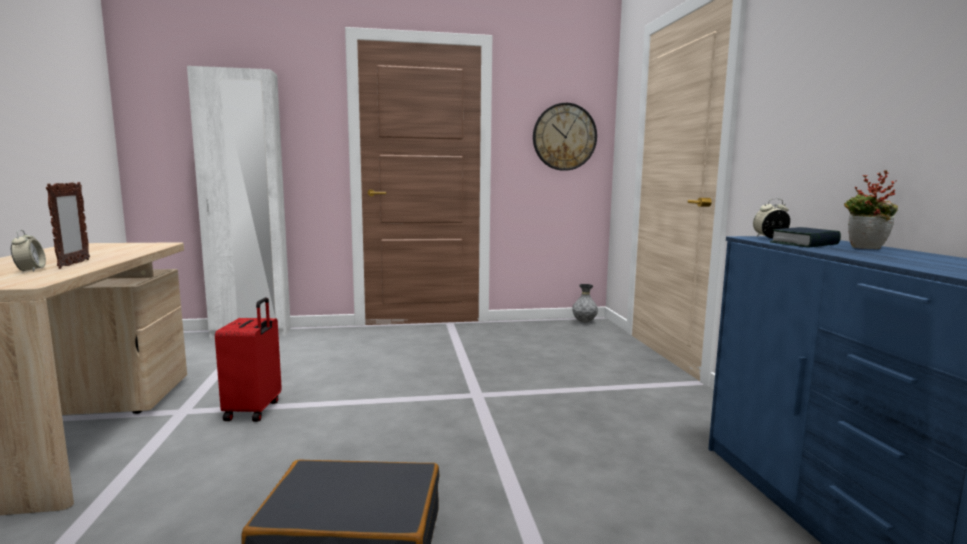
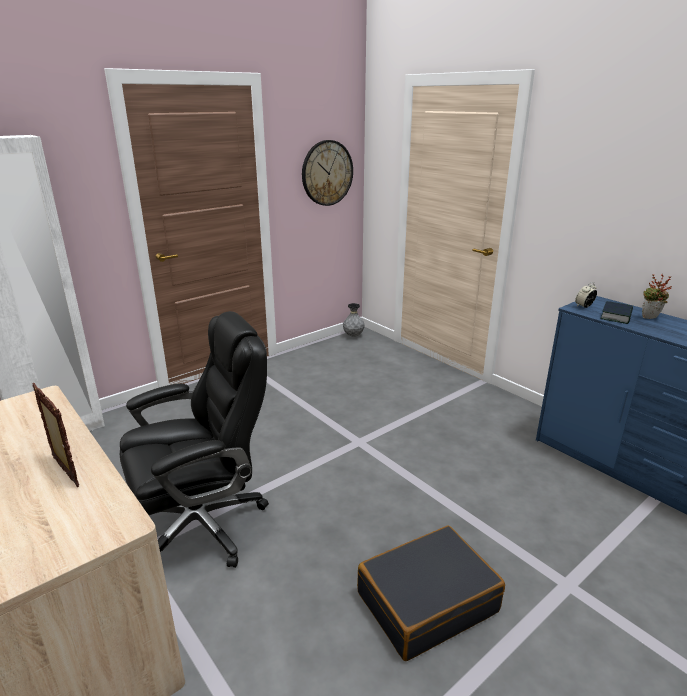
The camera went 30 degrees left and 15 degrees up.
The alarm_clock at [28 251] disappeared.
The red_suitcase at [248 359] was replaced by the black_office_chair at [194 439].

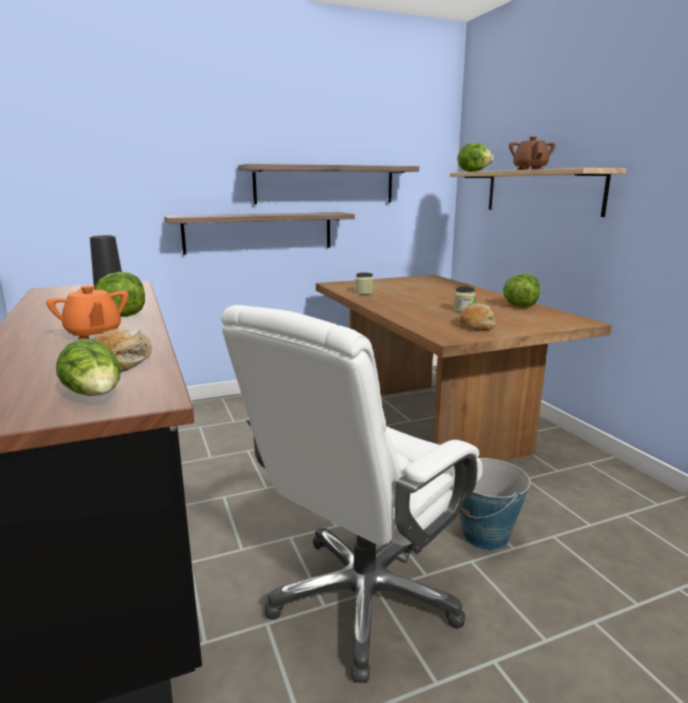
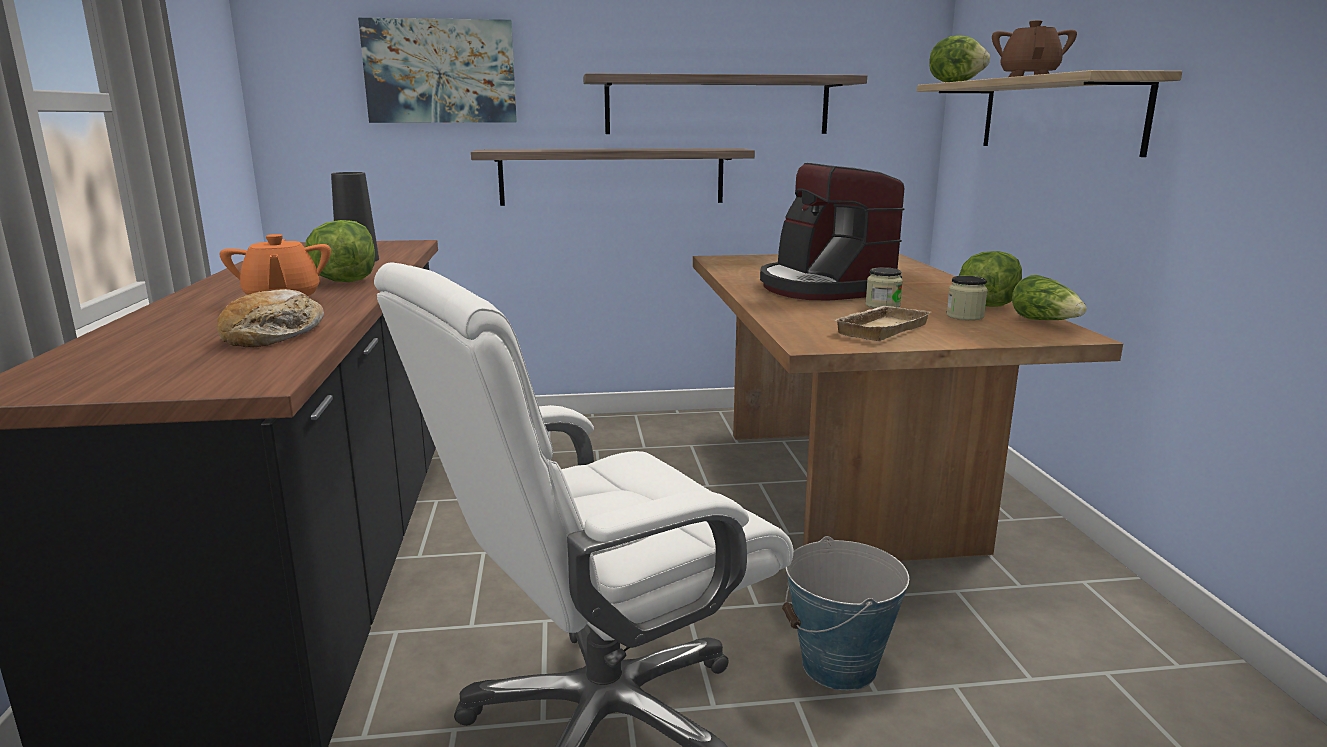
The camera went 15 degrees right and 0 degrees up.
The jar moved from [364 283] to [967 298].
The bread at [478 317] was replaced by the beige_tray at [882 323].
The lettuce moved from [88 367] to [1049 297].
The picture at [437 70] appeared.
The coffee_machine at [832 232] appeared.

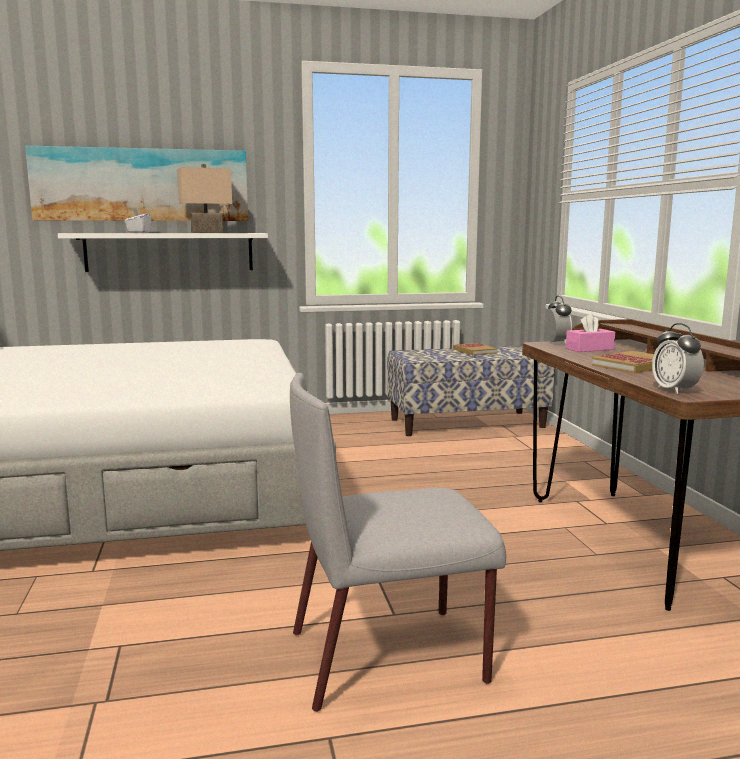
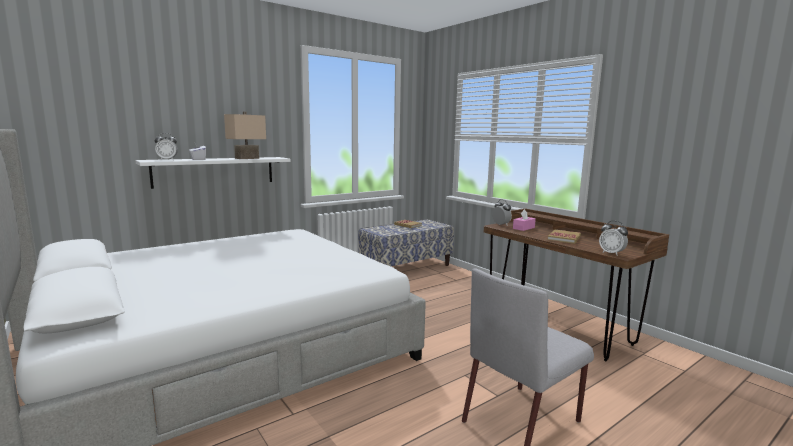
The camera went 25 degrees left and 0 degrees up.
The picture at [136 183] disappeared.
The alarm_clock at [166 146] appeared.

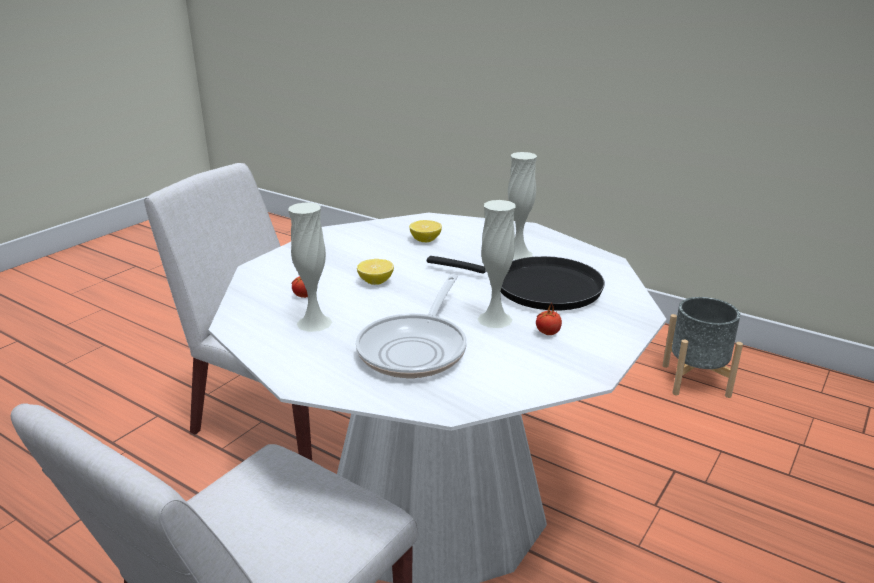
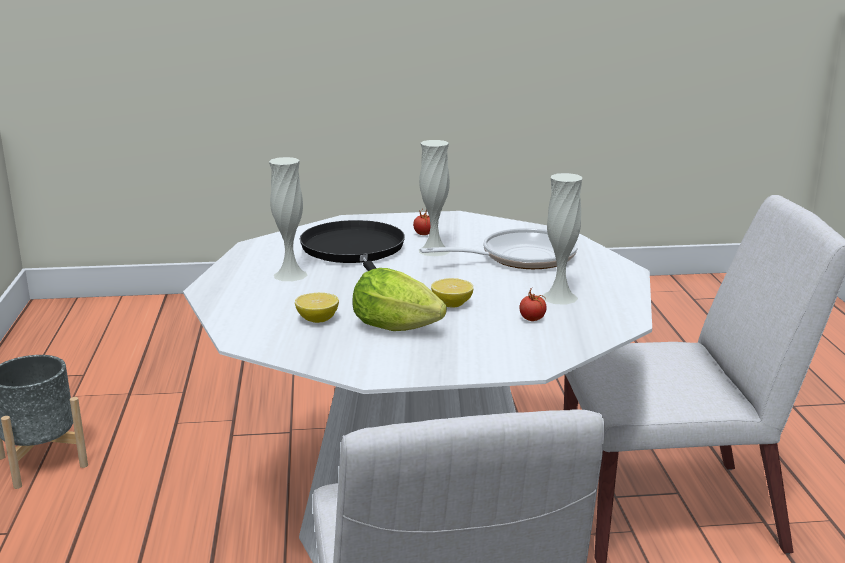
The camera went 130 degrees left and 5 degrees down.
The lettuce at [400 299] appeared.

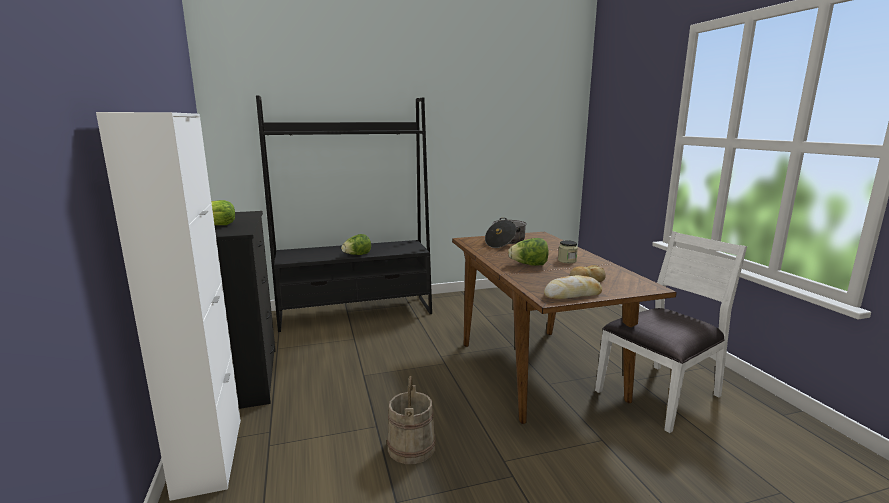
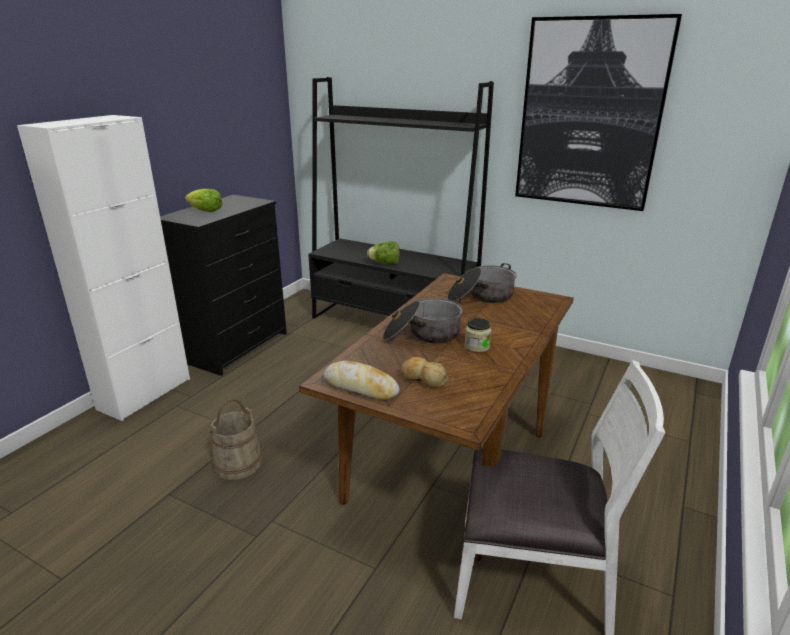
The camera went 45 degrees right and 10 degrees up.
The lettuce at [528 252] was replaced by the cooking_pot at [423 319].
The picture at [598 112] appeared.

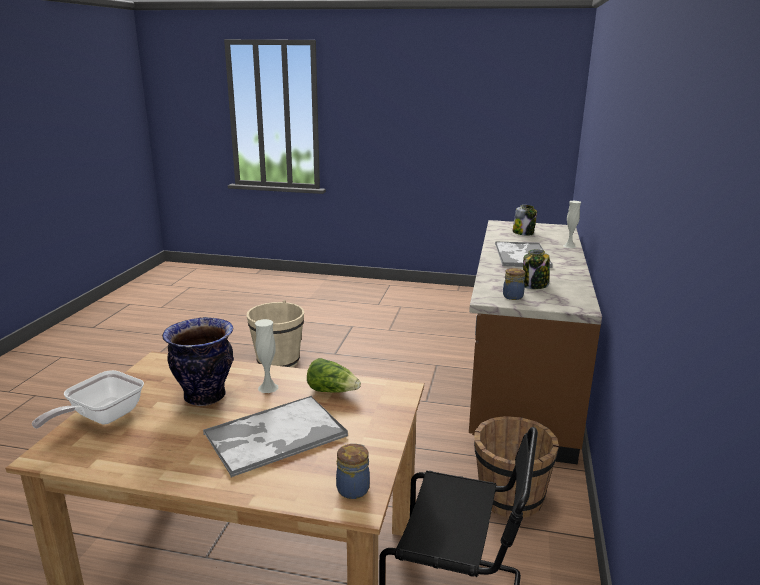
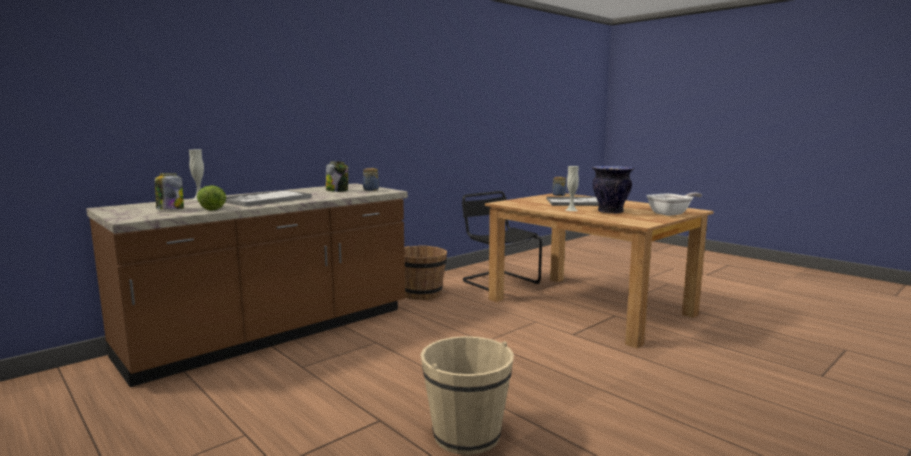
The camera went 145 degrees left and 10 degrees down.
The lettuce moved from [334 375] to [211 198].

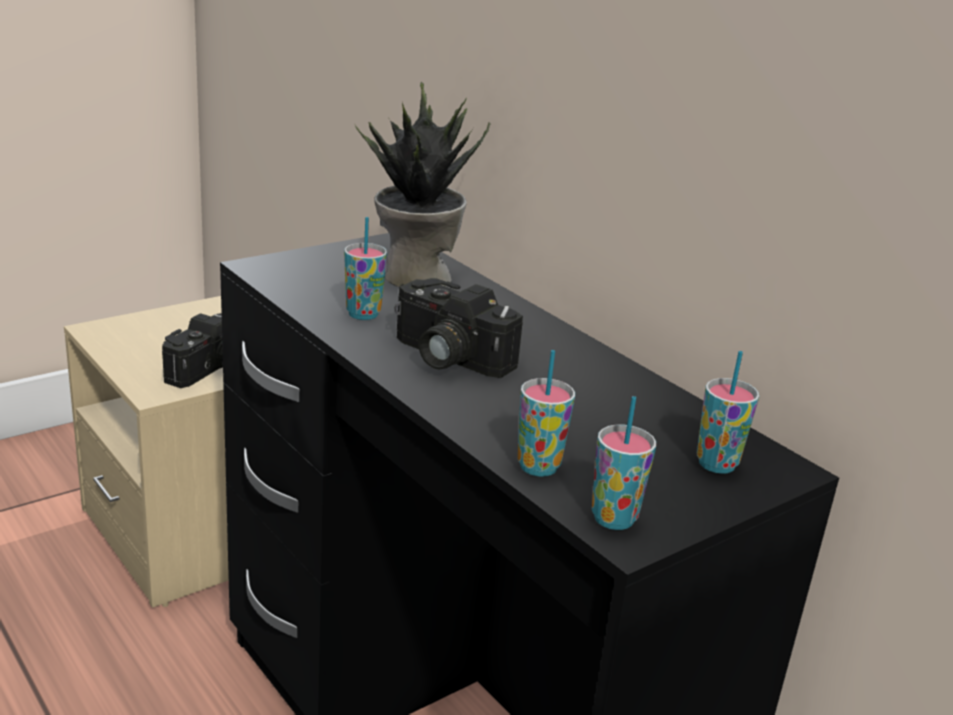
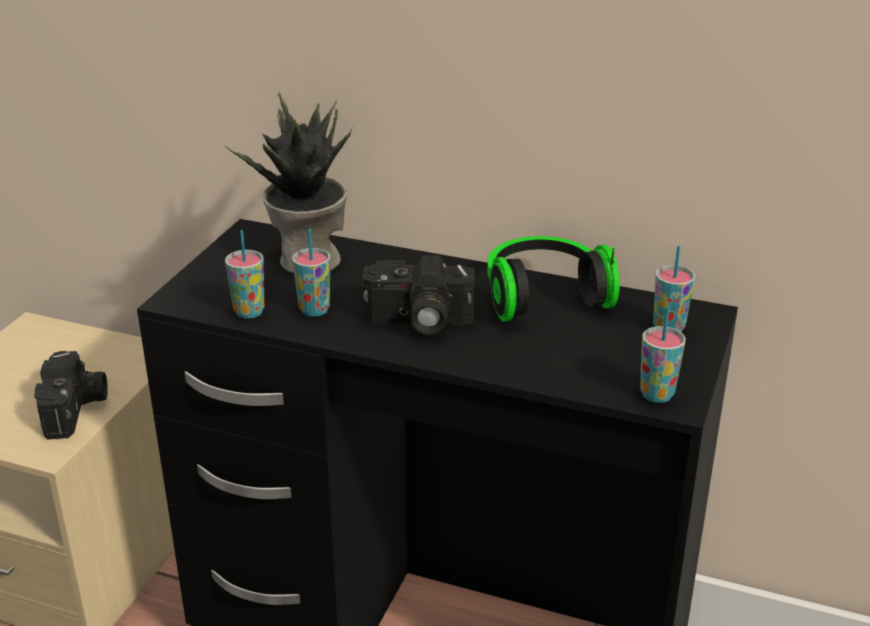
The camera went 30 degrees left and 5 degrees up.
The cup moved from [546 413] to [244 274].
The headphones at [553 279] appeared.

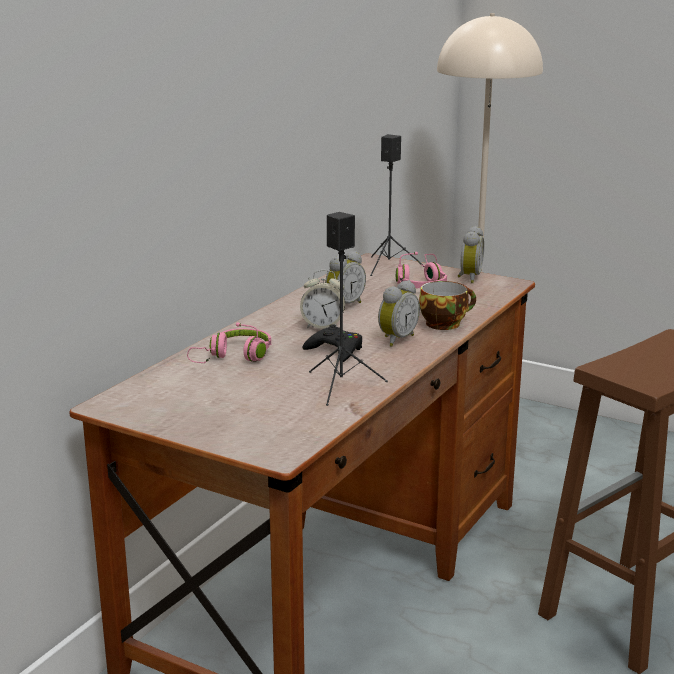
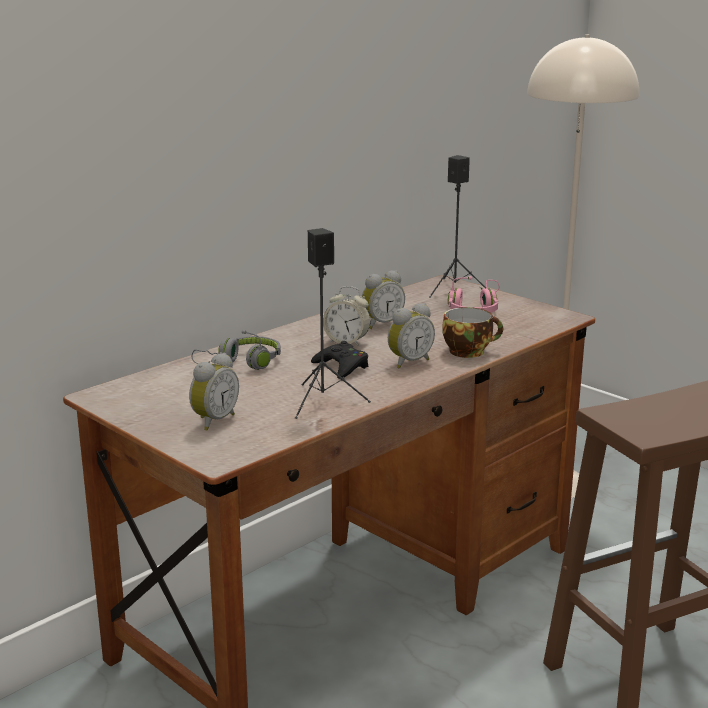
The camera went 15 degrees right and 0 degrees up.
The alarm_clock moved from [471 254] to [214 392].
The pink_headphones at [229 343] became the grey_headphones at [236 350].

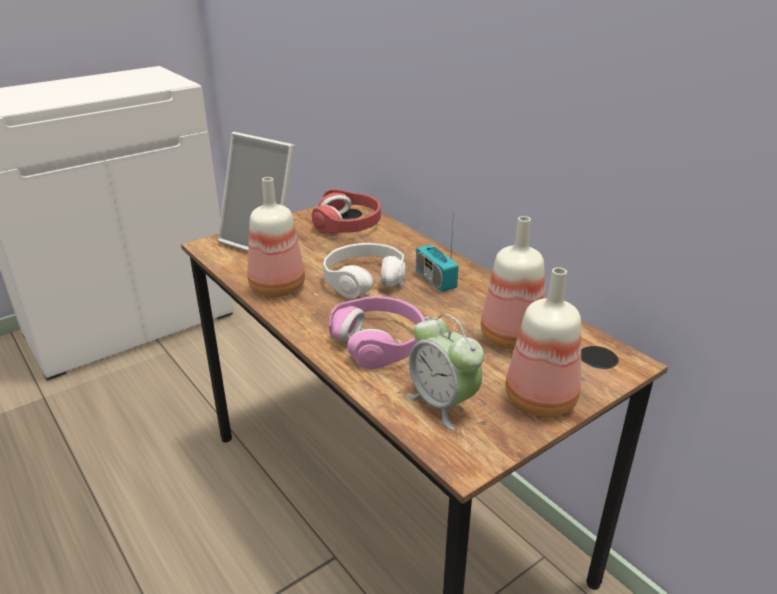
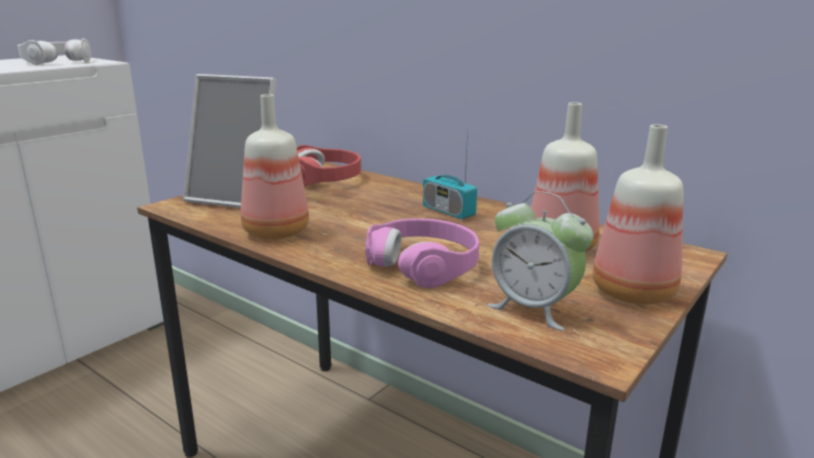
The camera went 15 degrees left and 10 degrees down.
The white_headphones moved from [364 271] to [54 51].

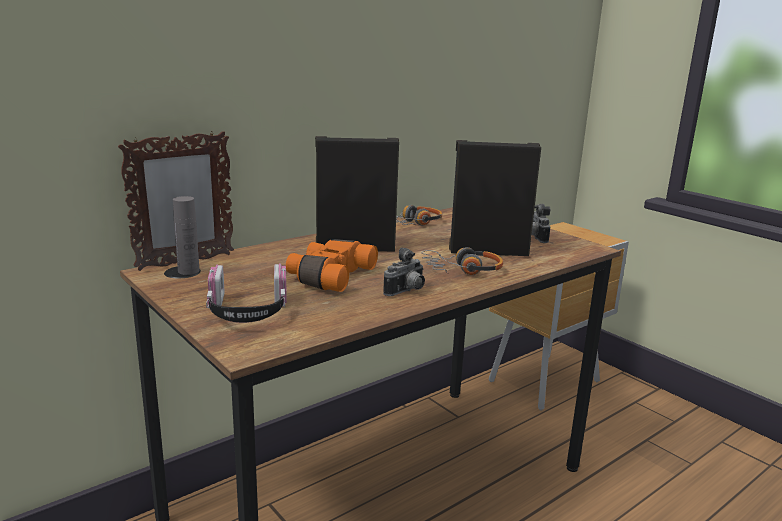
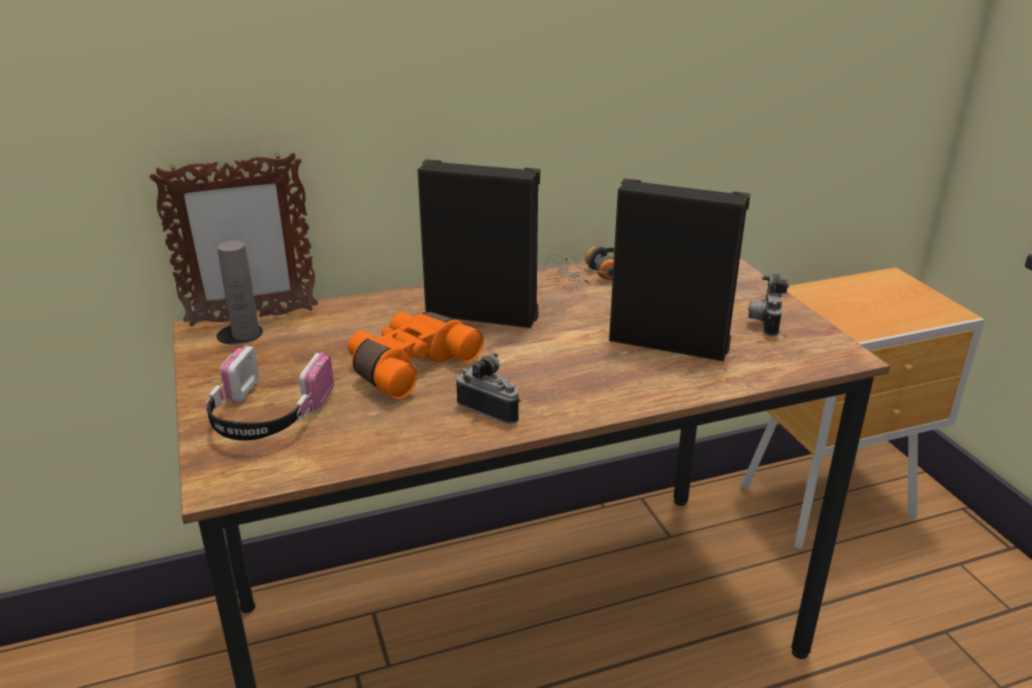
The camera went 20 degrees right and 10 degrees up.
The headphones at [462 261] disappeared.
The photo_camera at [404 272] turned 120 degrees counterclockwise.

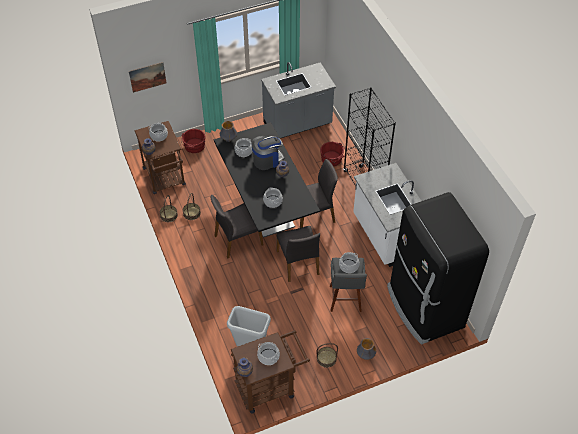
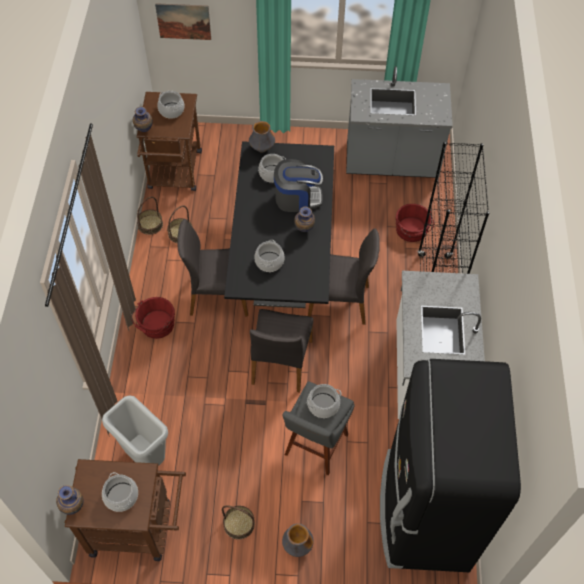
The camera went 25 degrees right and 5 degrees up.
The red_bucket moved from [193 141] to [153 318].

